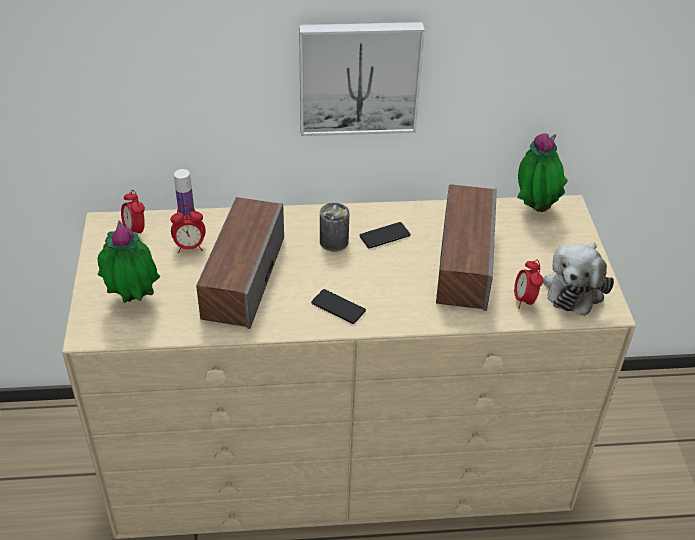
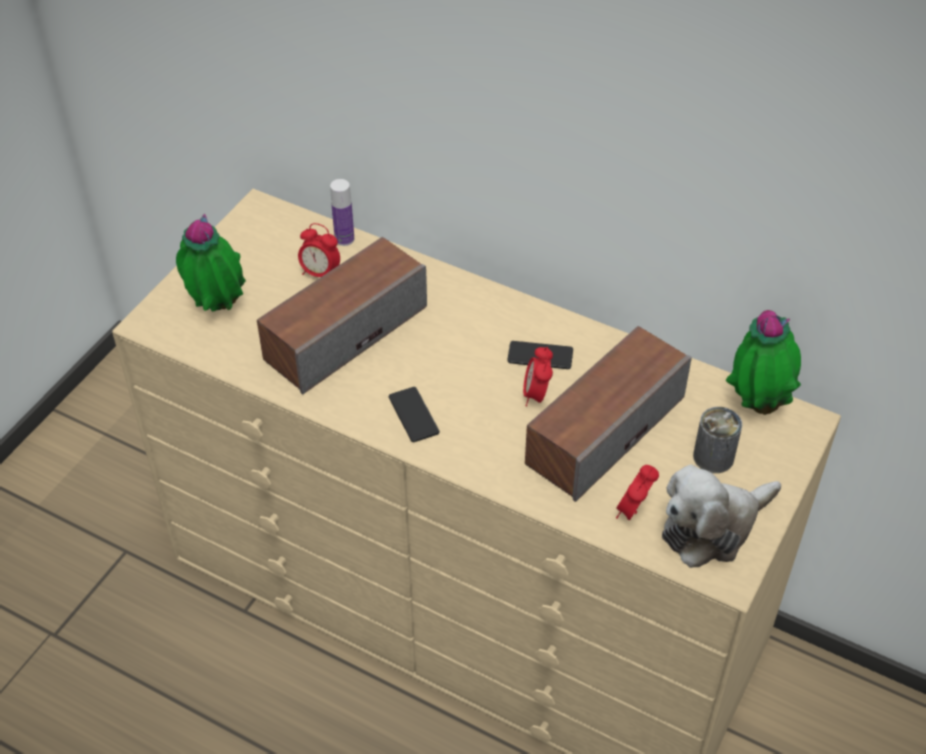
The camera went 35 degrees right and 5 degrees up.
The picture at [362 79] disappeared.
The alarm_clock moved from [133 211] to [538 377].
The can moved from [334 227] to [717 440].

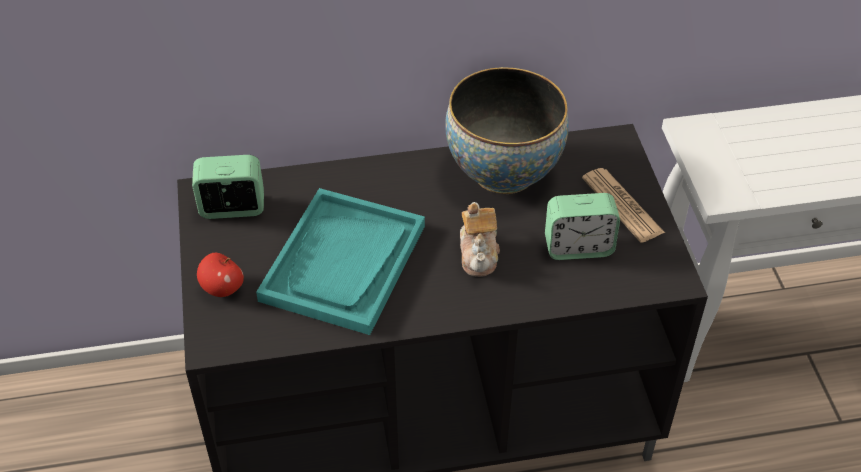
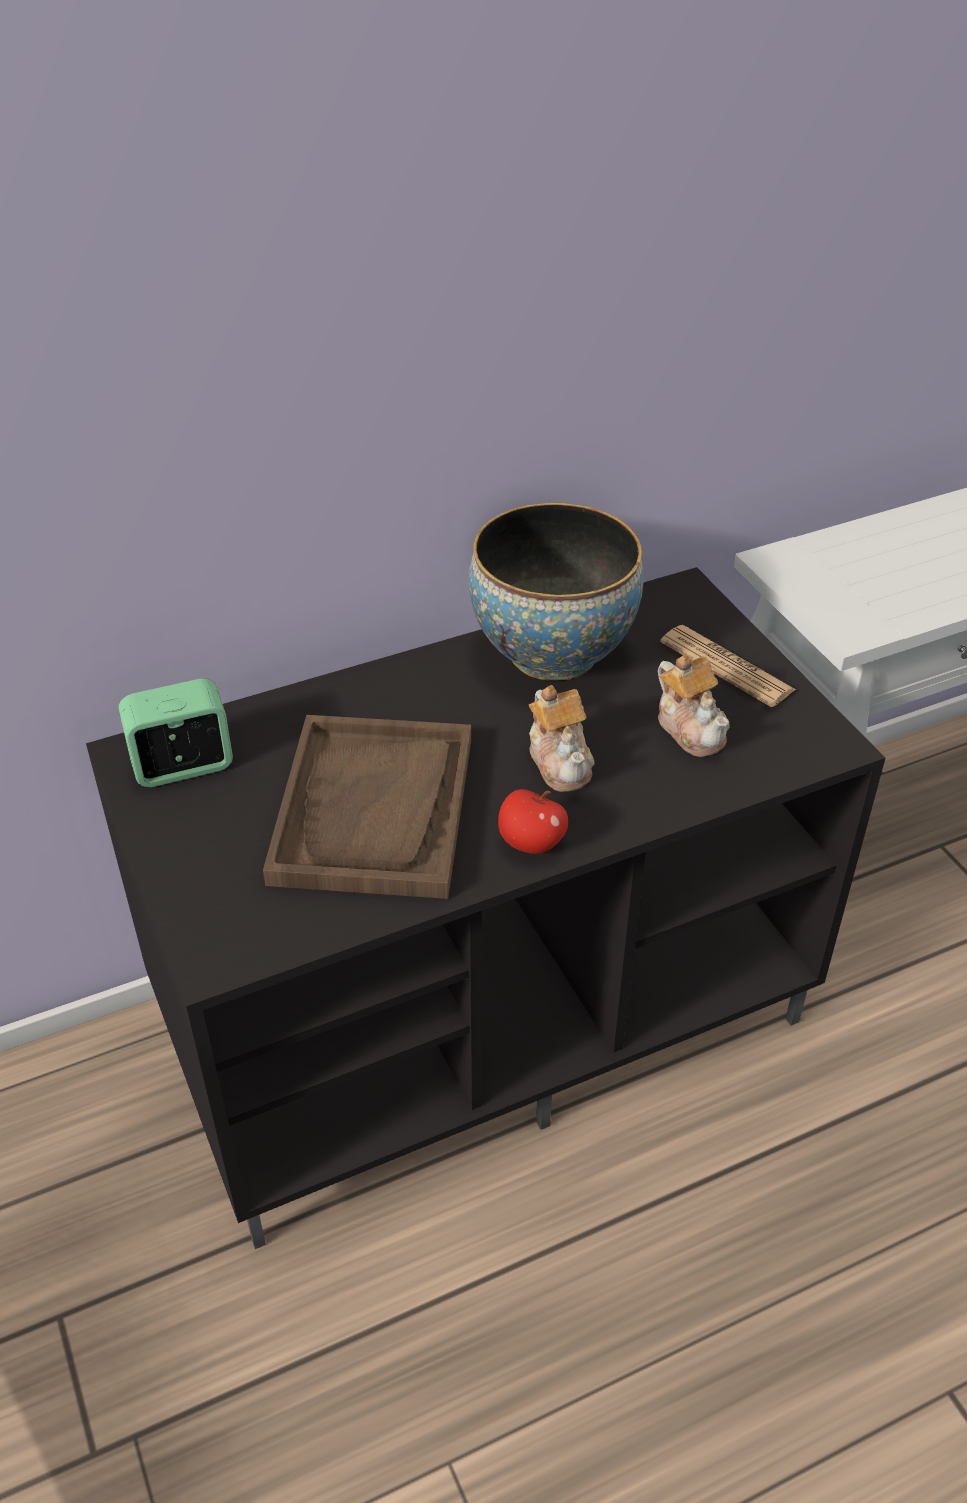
The camera went 15 degrees left and 5 degrees down.
The turquoise_tray at [340 261] became the brown_tray at [367 807].
The alarm_clock at [582 226] was replaced by the teapot at [694 705].
The apple moved from [220 275] to [533 821].

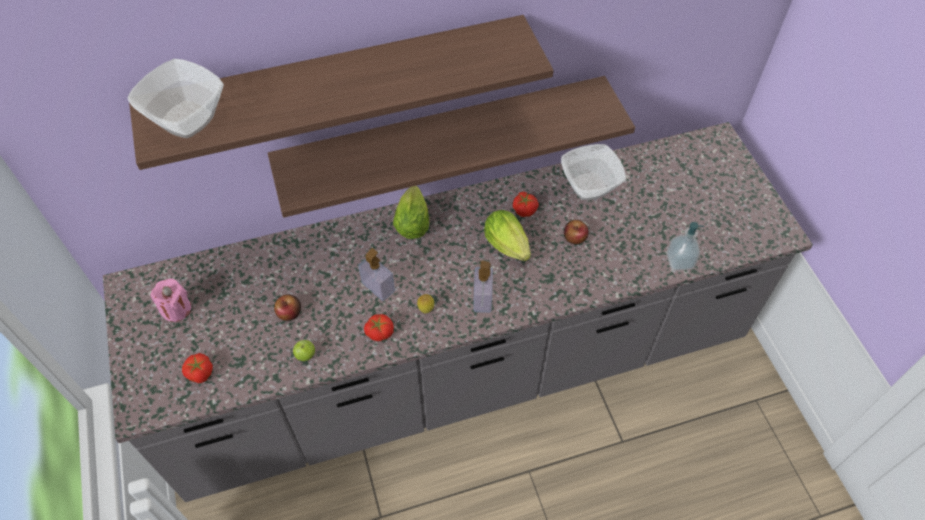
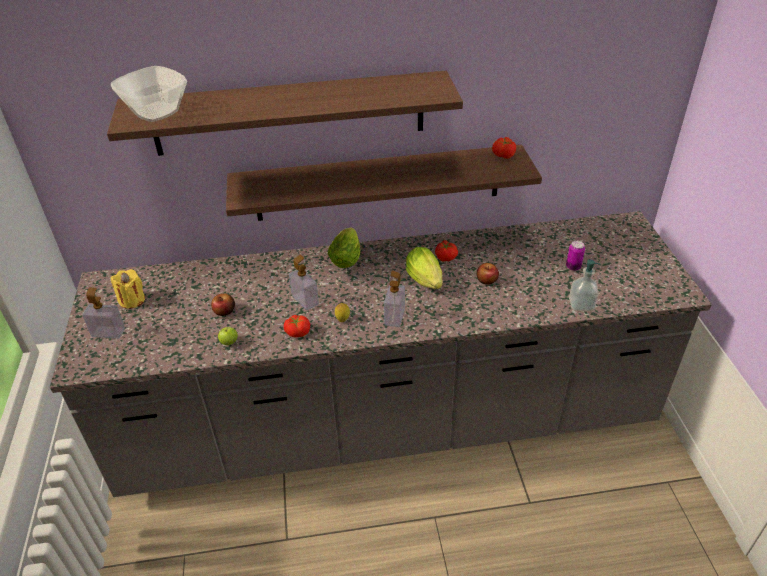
The camera went 10 degrees right and 15 degrees down.
The bowl at [593 172] disappeared.
The pink_candle at [170 300] became the yellow_candle at [127 289].
The tomato moved from [197 368] to [504 148].
The can at [575 256] appeared.
The soap_dispenser at [103 313] appeared.

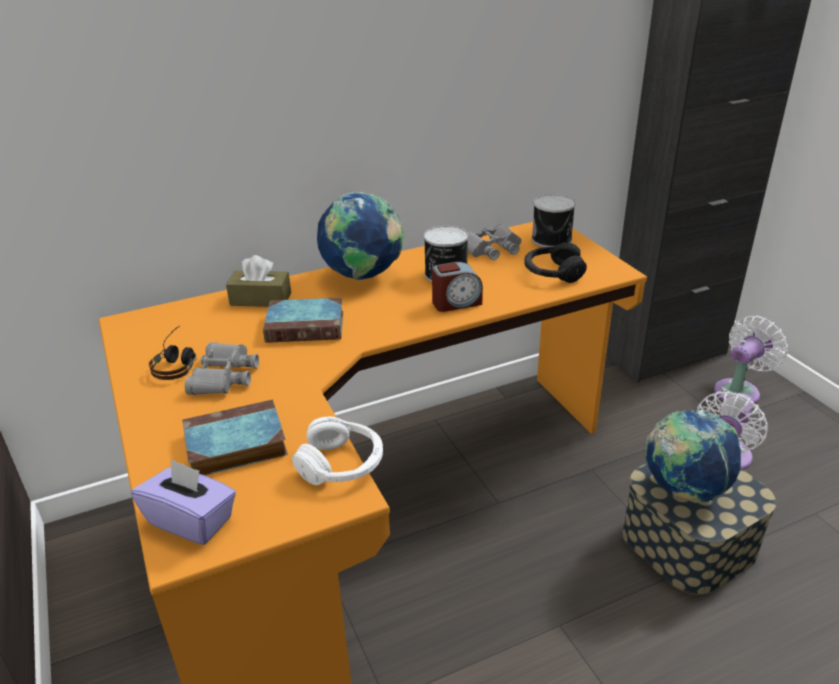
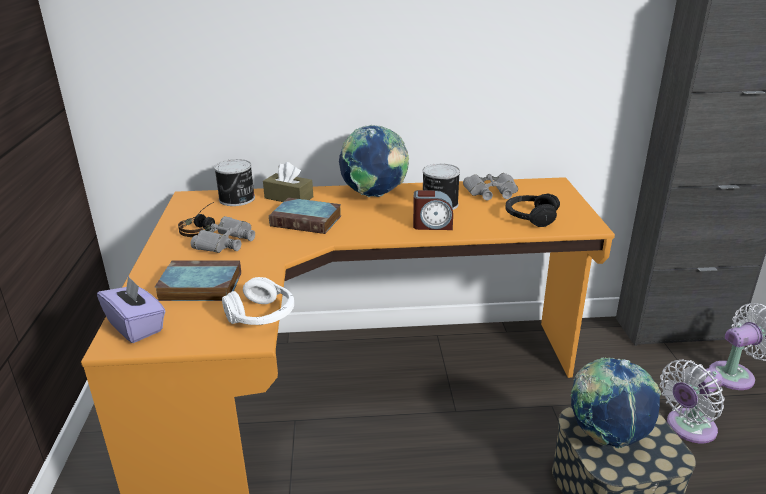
The camera went 20 degrees right and 5 degrees down.
The can moved from [553 220] to [234 182].

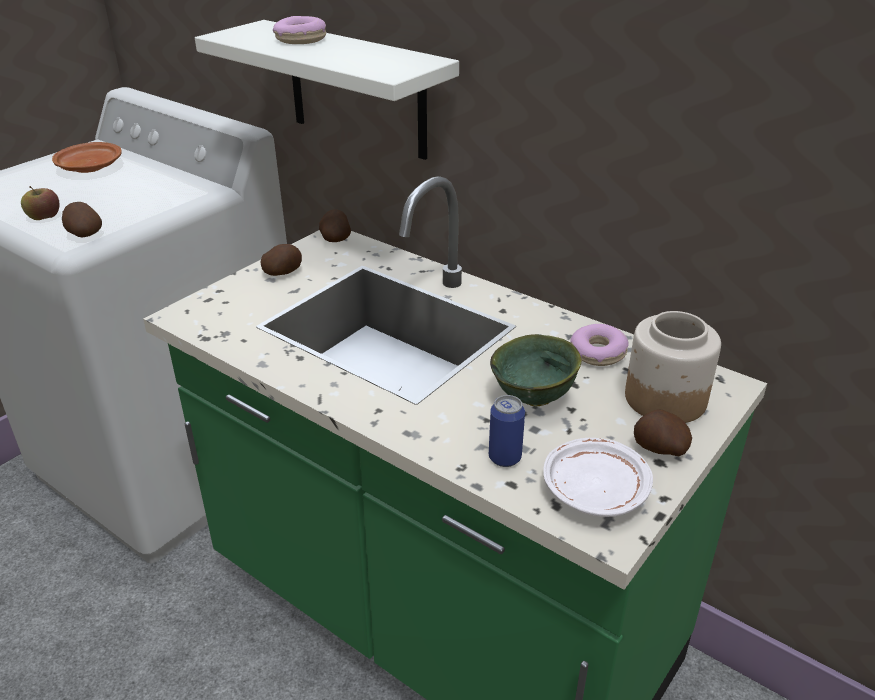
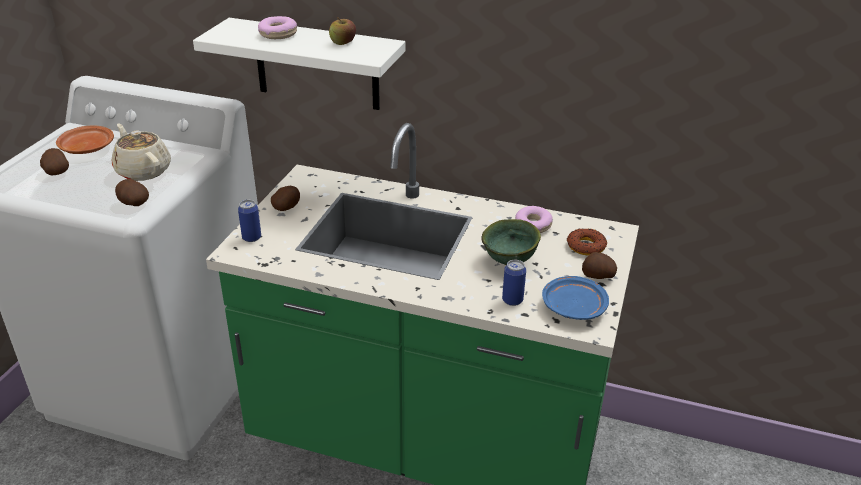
The camera went 20 degrees left and 0 degrees up.
The apple moved from [40 203] to [342 31].
The potato moved from [335 226] to [54 161].
The jar at [673 367] was replaced by the donut at [587 242].
The white_plate at [598 477] became the blue_plate at [575 298].
The beige_teapot at [141 152] appeared.
The can at [249 221] appeared.

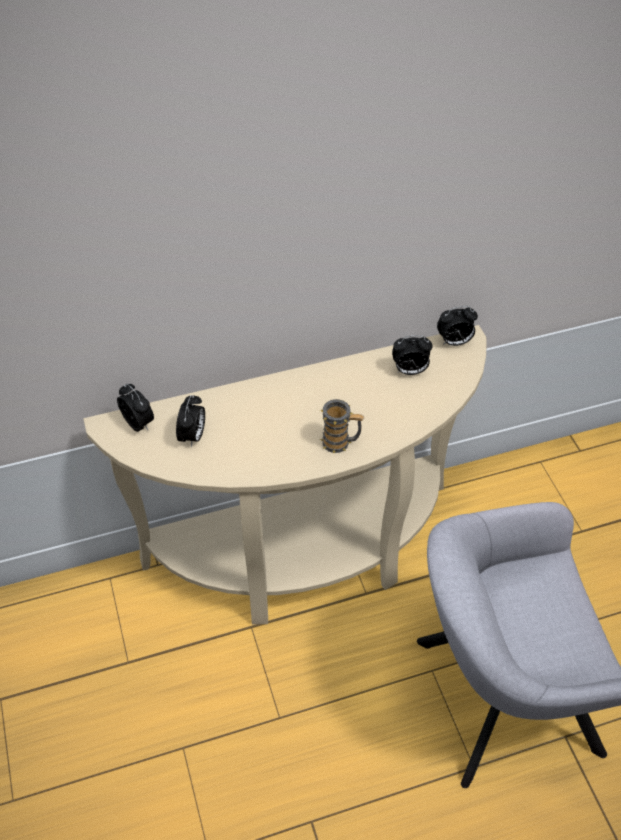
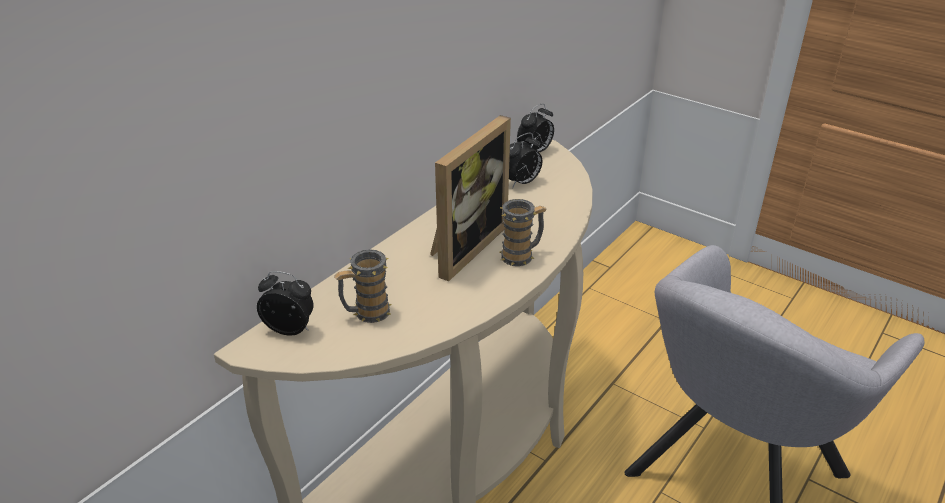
The camera went 35 degrees left and 15 degrees down.
The alarm_clock at [190 421] was replaced by the mug at [363 286].
The picture_frame at [470 198] appeared.

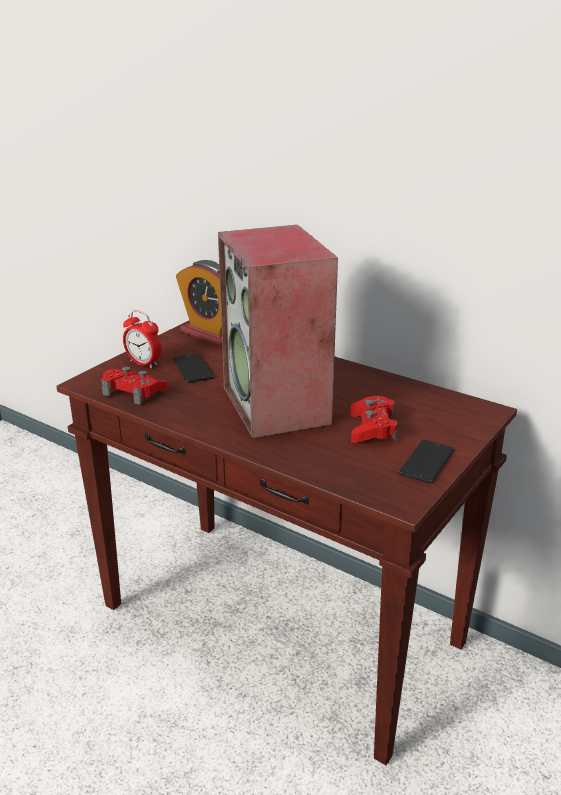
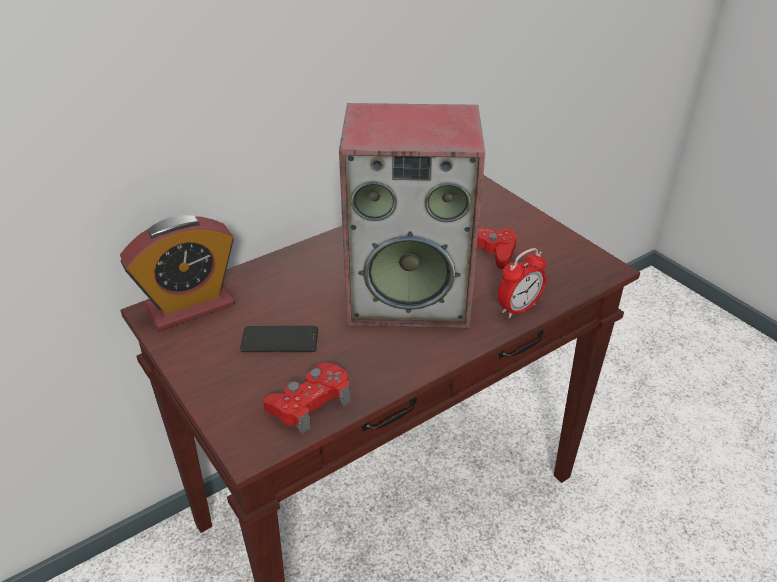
The camera went 70 degrees left and 10 degrees up.
The alarm_clock moved from [142 339] to [522 283].
The phone at [426 461] disappeared.

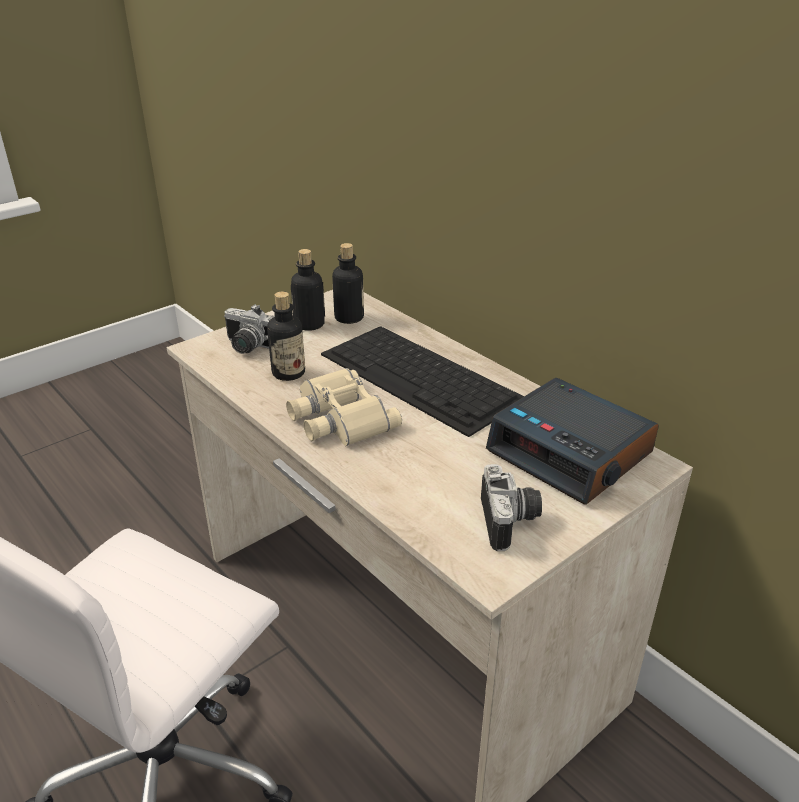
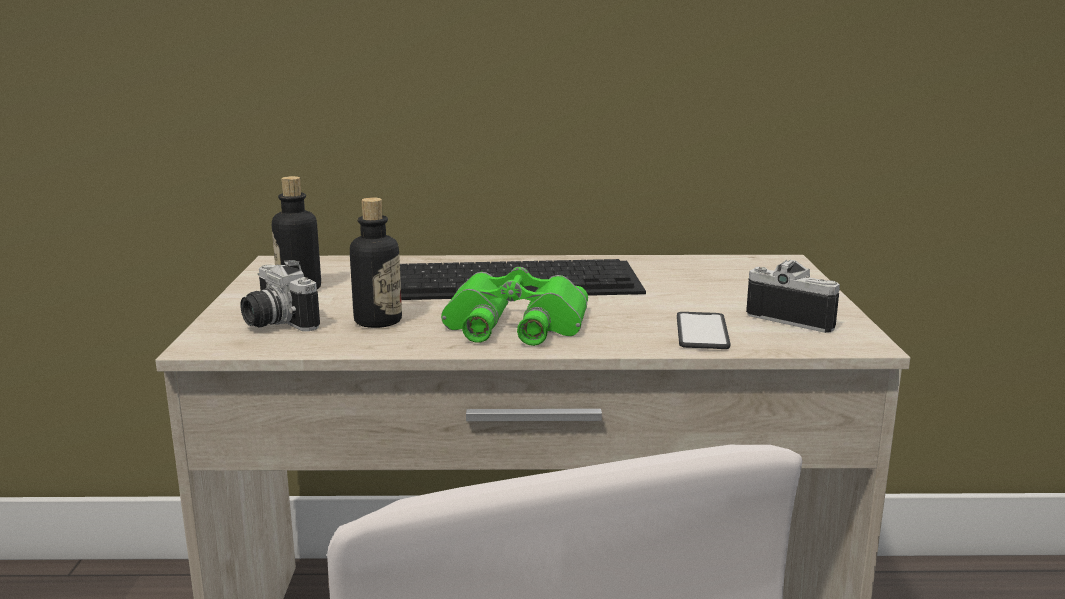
The camera went 50 degrees left and 15 degrees down.
The bottle at [348 283] disappeared.
The photo_camera at [249 329] turned 75 degrees clockwise.
The beige_binoculars at [344 407] became the green_binoculars at [514 306].
The alarm_clock at [572 441] disappeared.
The phone at [703 330] appeared.

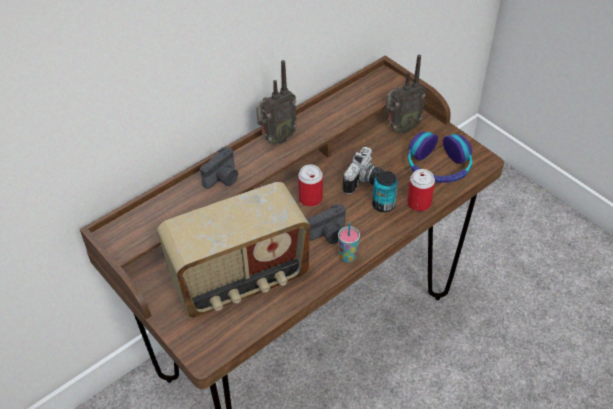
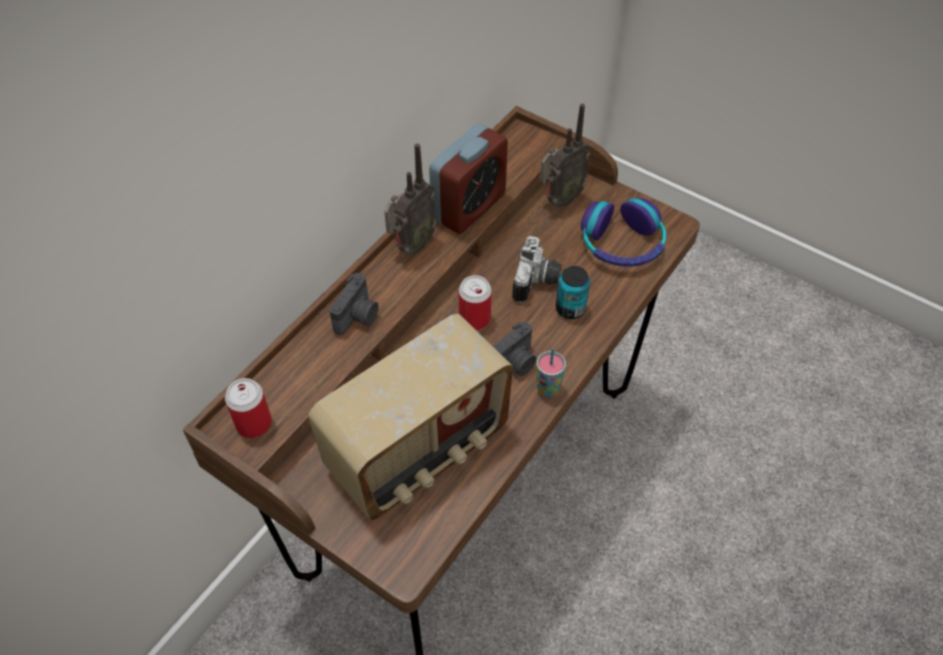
The camera went 15 degrees left and 5 degrees up.
The can moved from [421 190] to [248 408].
The alarm_clock at [468 178] appeared.

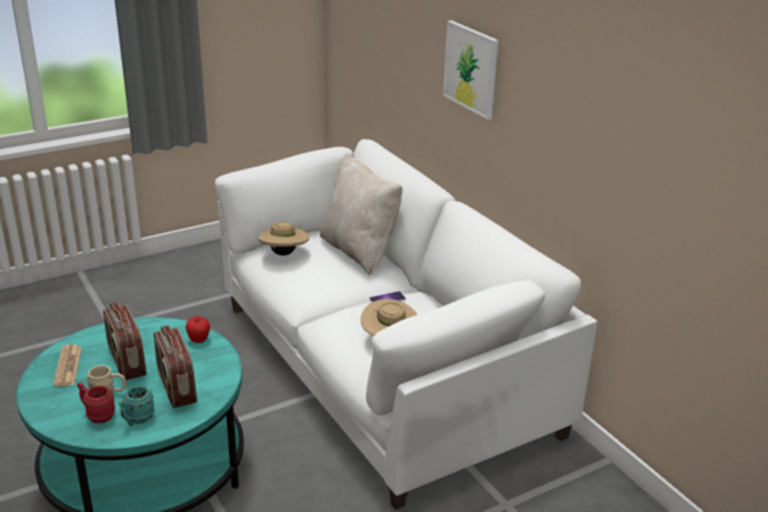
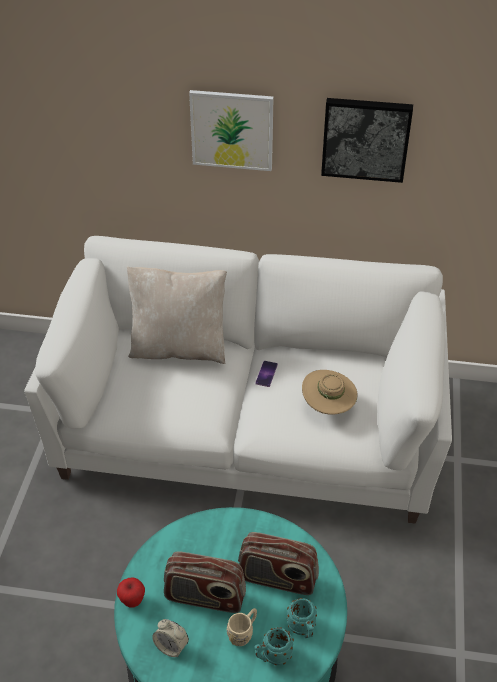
The camera went 50 degrees left and 15 degrees up.
The beige_hat at [283 239] disappeared.
The apple moved from [198 329] to [131 592].
The newspaper at [67 365] was replaced by the alarm_clock at [170 638].
The red_mug at [96 402] became the turquoise_mug at [274 646].
The picture at [367 140] appeared.

